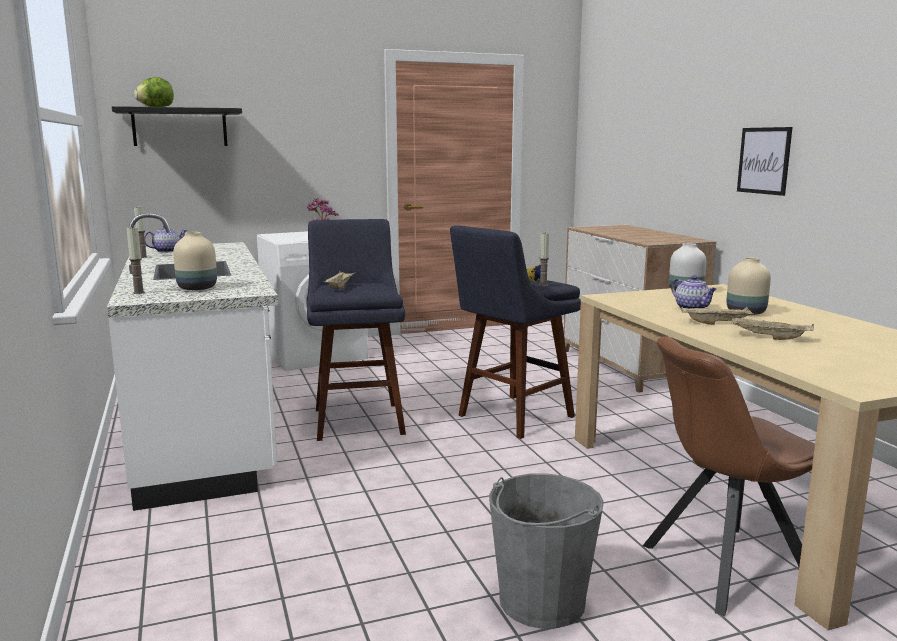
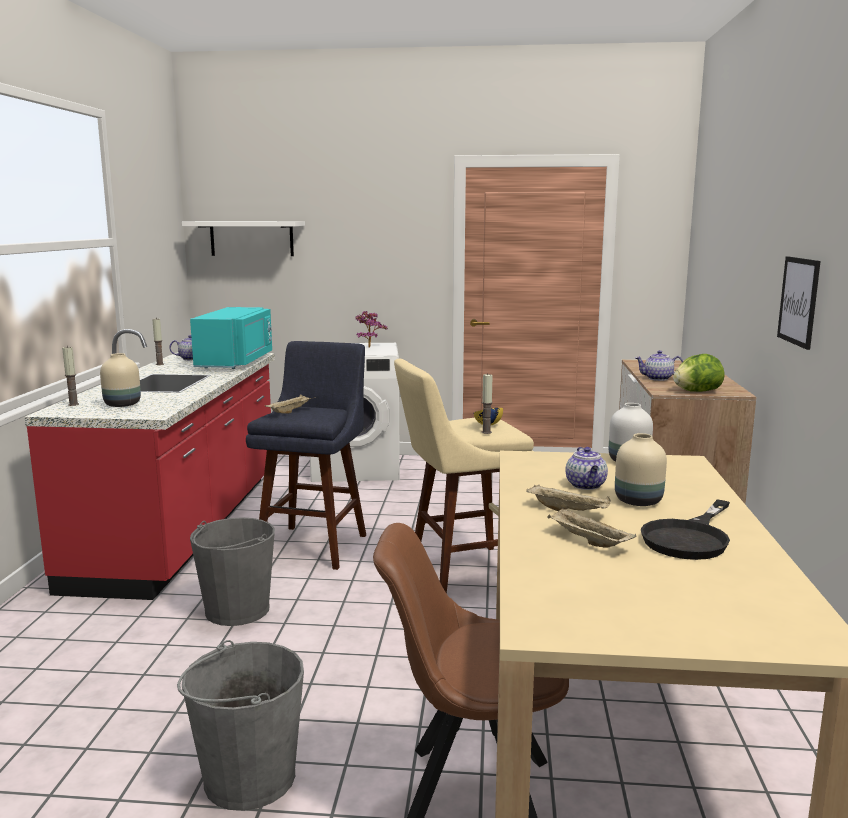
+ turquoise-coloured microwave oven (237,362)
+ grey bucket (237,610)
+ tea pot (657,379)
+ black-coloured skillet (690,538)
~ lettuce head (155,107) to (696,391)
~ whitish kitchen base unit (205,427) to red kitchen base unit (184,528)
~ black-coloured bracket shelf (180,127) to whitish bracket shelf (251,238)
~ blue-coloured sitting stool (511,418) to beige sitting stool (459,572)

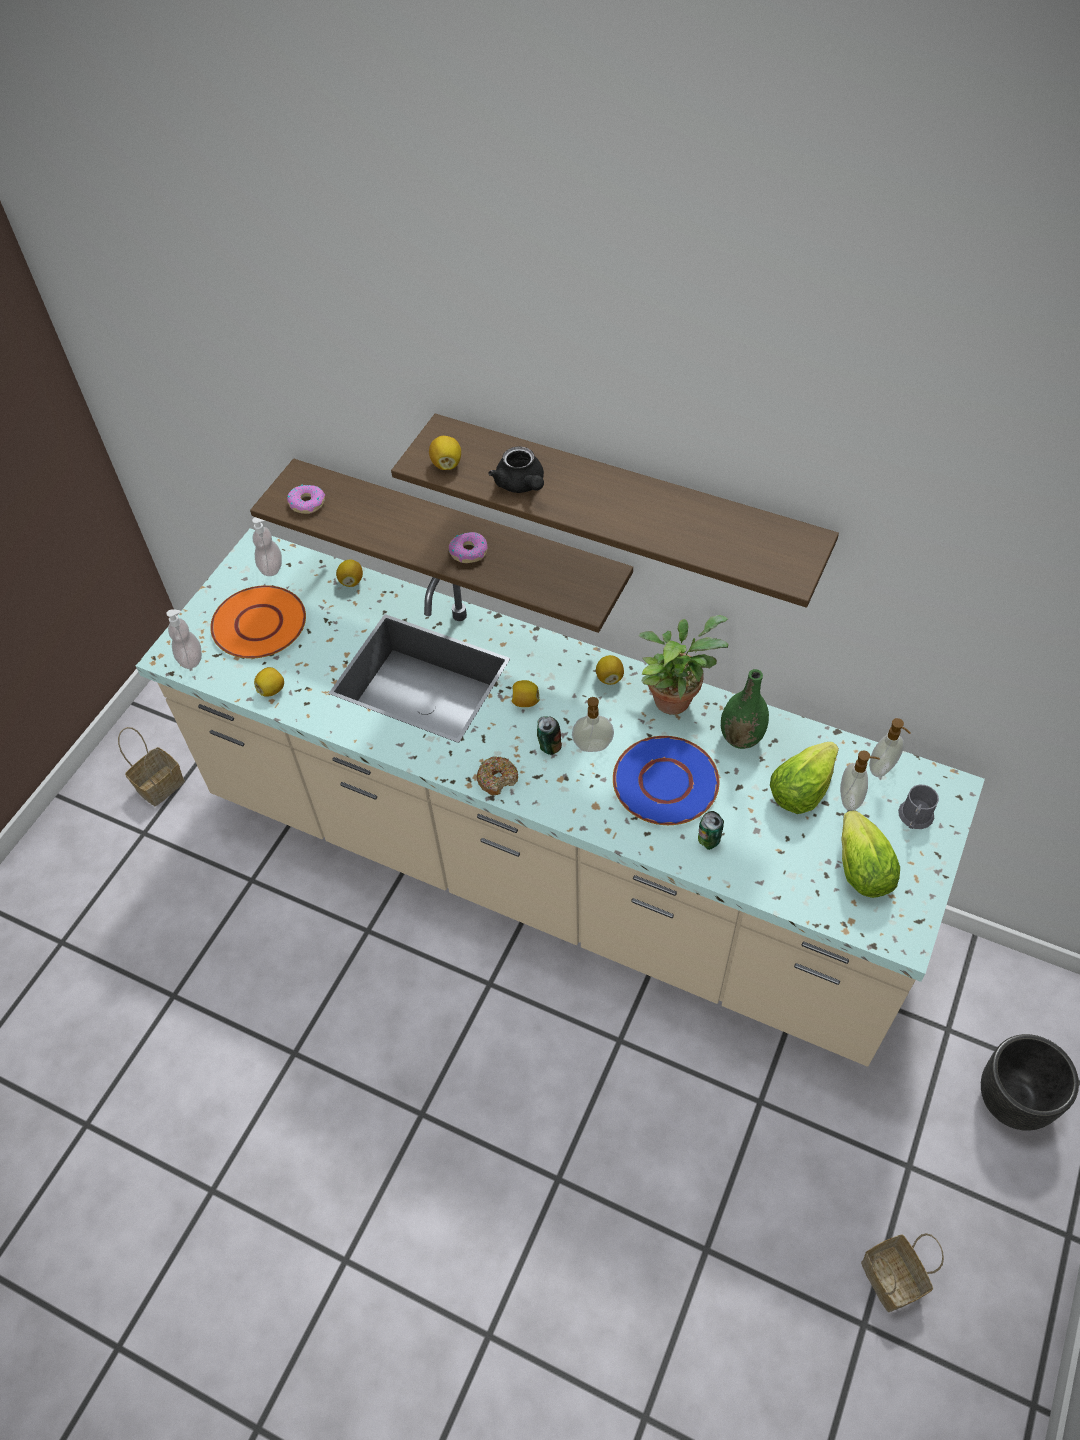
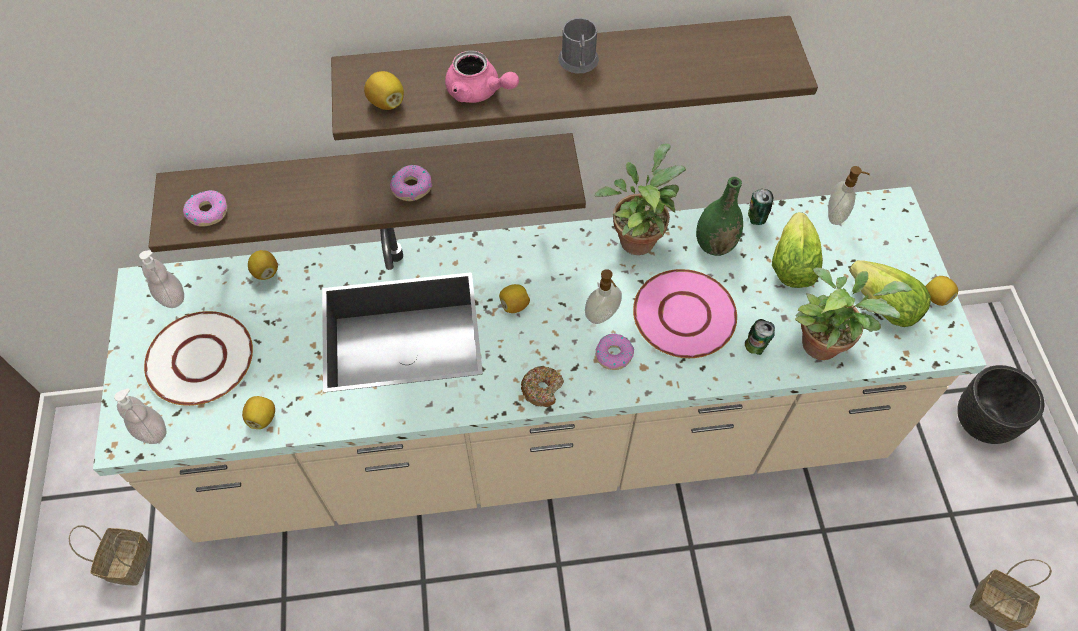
- soap dispenser (850,799)
+ donut (613,354)
+ houseplant (824,341)
~ sealed can (549,746) to (756,218)
~ lemon (609,677) to (936,297)
~ grey coffee mug (914,818) to (579,63)
~ orangey flat dish (260,624) to whitish flat dish (201,359)
~ black-coloured tea pot (521,485) to pinkish tea pot (479,92)
~ blue-coloured flat dish (666,782) to pinkish flat dish (685,315)

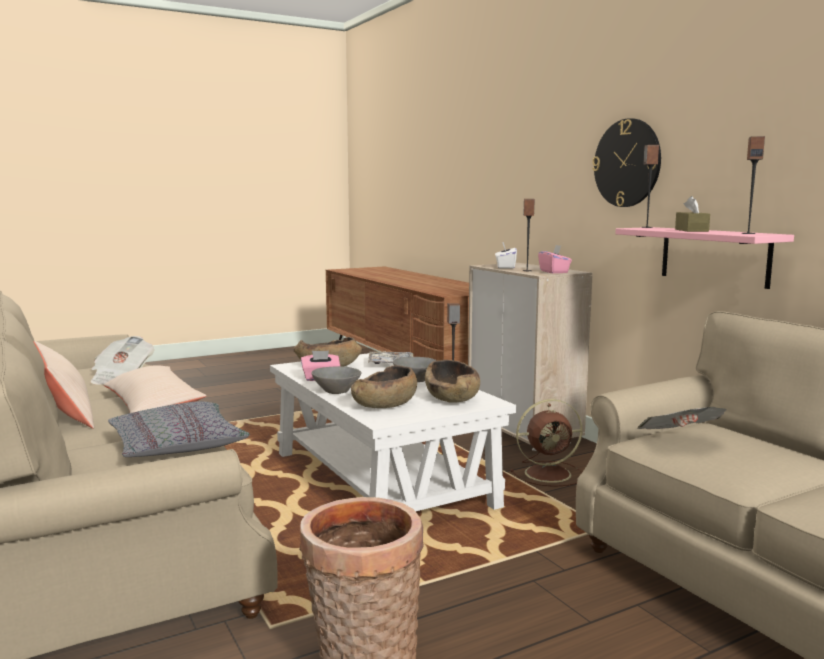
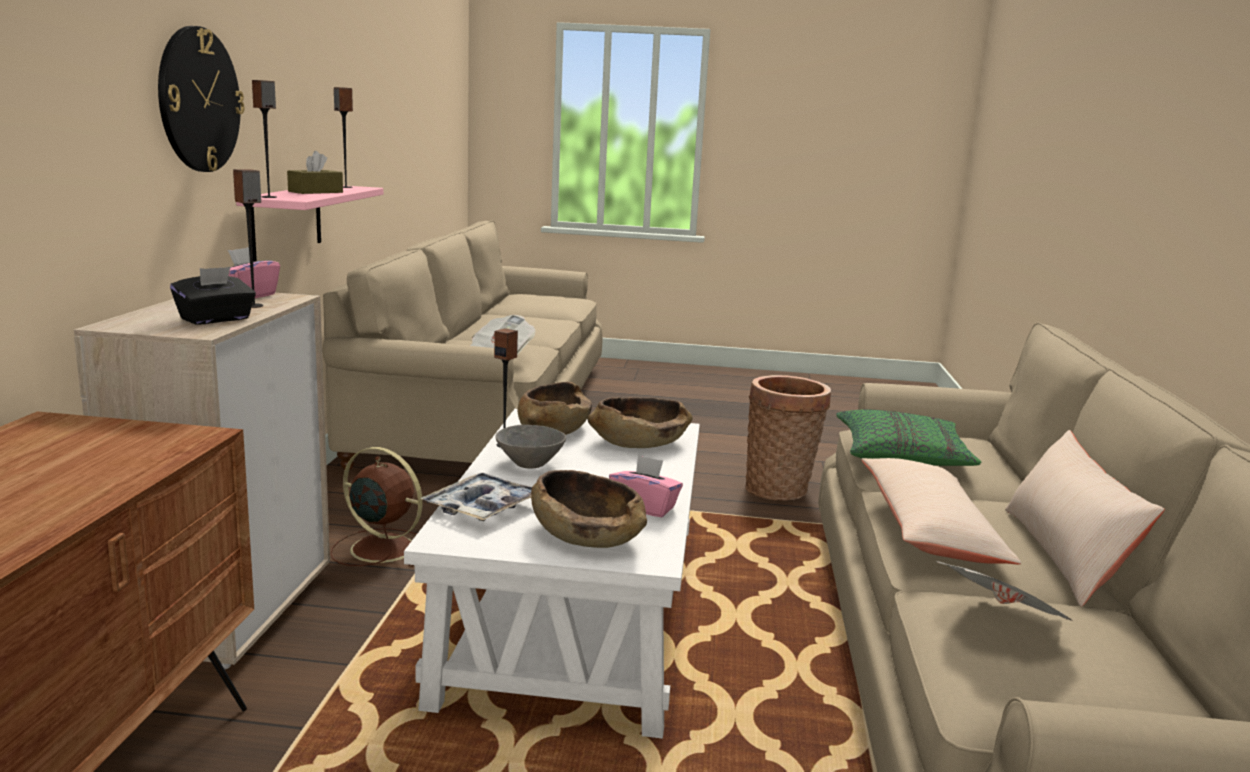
- grey deep dish (337,392)
~ grey pillow (176,445) to green-coloured pillow (902,456)
~ whitish box of tissues (505,267) to black-coloured box of tissues (216,319)

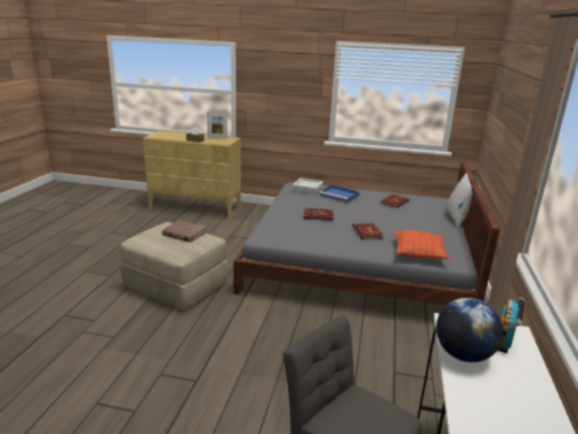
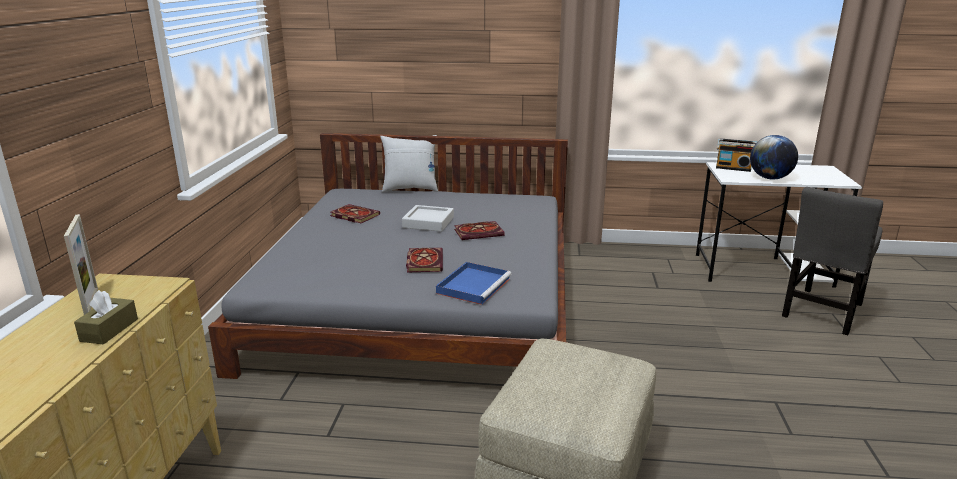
- brownish bound book (184,233)
- orangey pillow (418,253)
~ grey tray (307,188) to (428,222)
~ blue-coloured tray (340,195) to (474,285)

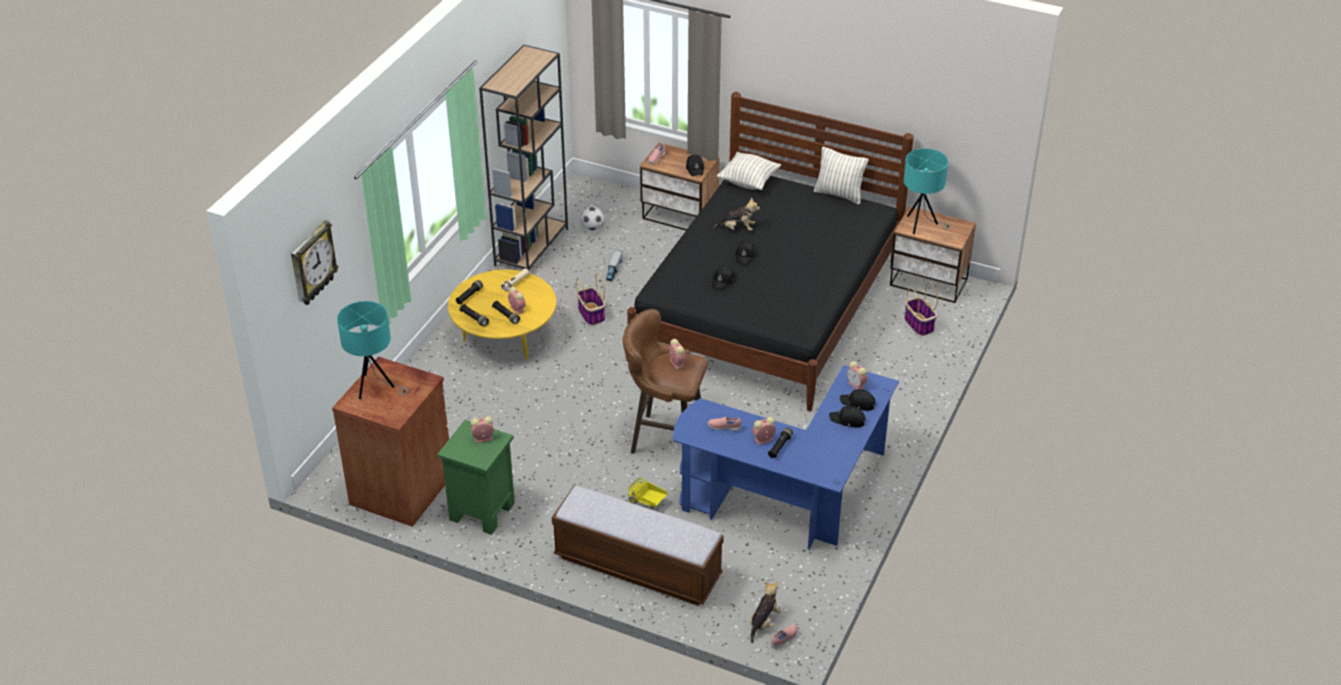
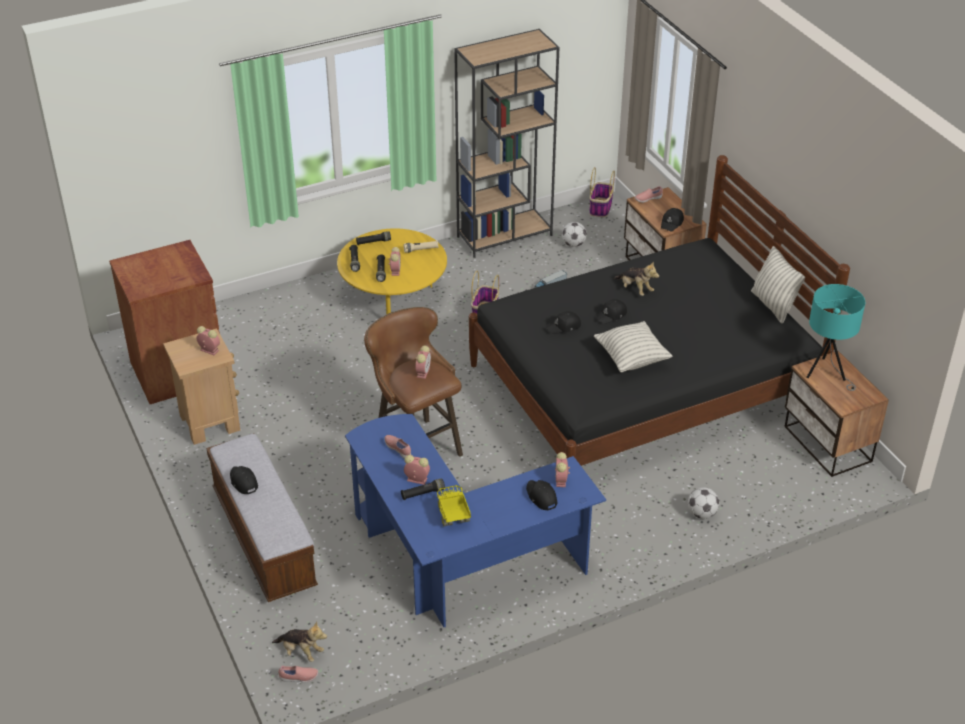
- wall clock (312,263)
- turquoise-coloured table lamp (375,388)
+ ball for football (701,514)
~ toy lorry (647,503) to (453,516)
~ pillow (748,182) to (631,359)
~ black-coloured cap (847,420) to (243,482)
~ storage basket (919,324) to (600,208)
~ green-coloured night table (482,510) to beige night table (210,422)
~ plush toy (764,622) = (301,652) 45 degrees clockwise

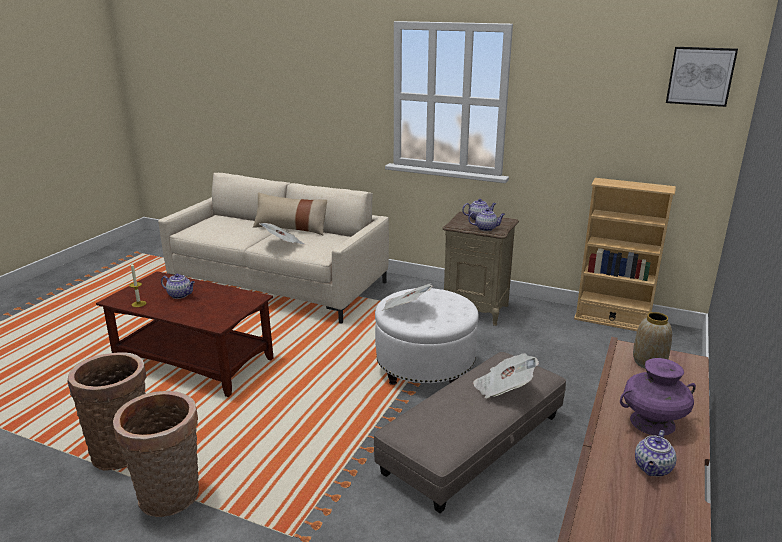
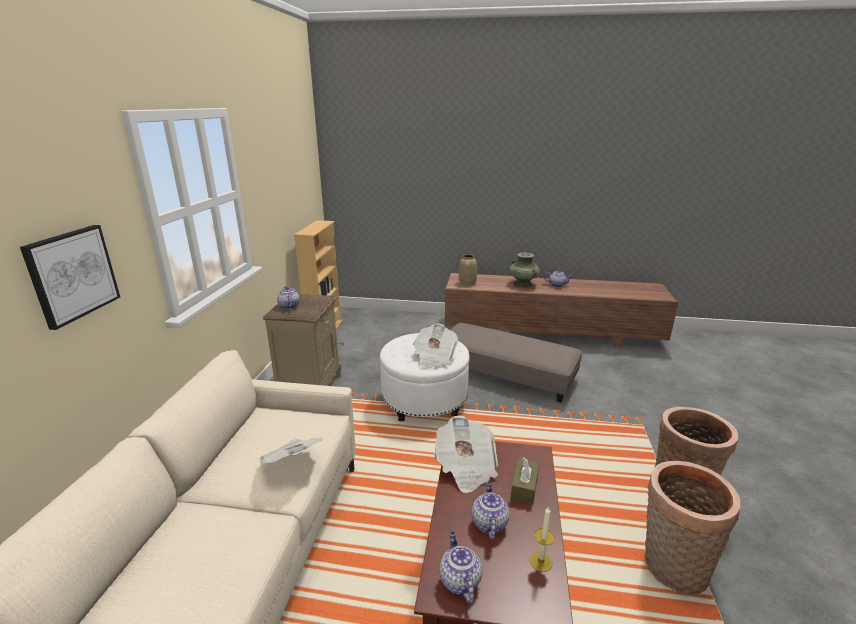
- beige pillow (291,228)
+ brownish box of tissues (524,487)
~ tea pot (486,228) to (459,580)
~ newspaper (503,389) to (465,467)
~ wall picture (700,76) to (72,274)
~ purple decorative vase (652,422) to turquoise-coloured decorative vase (523,284)

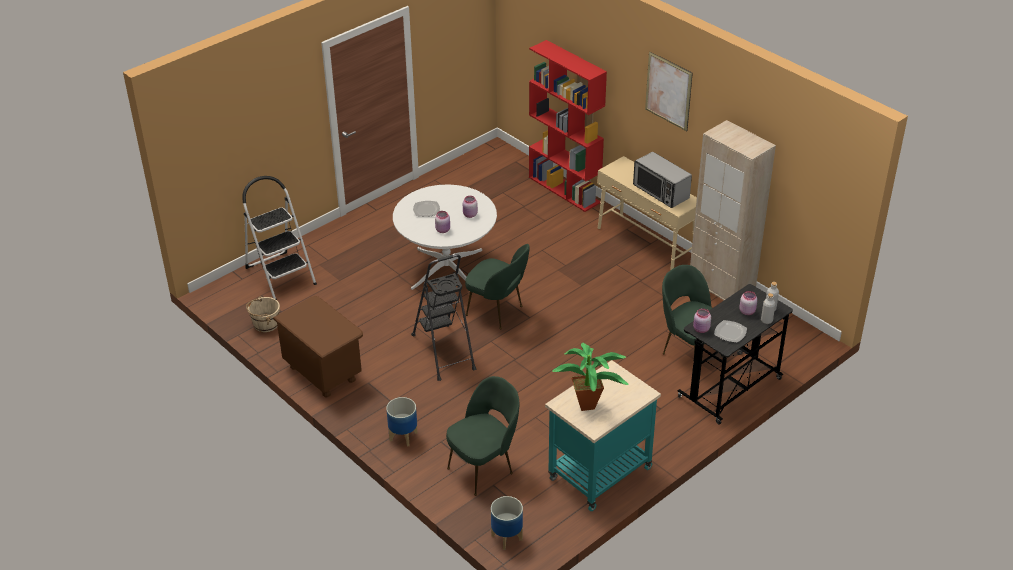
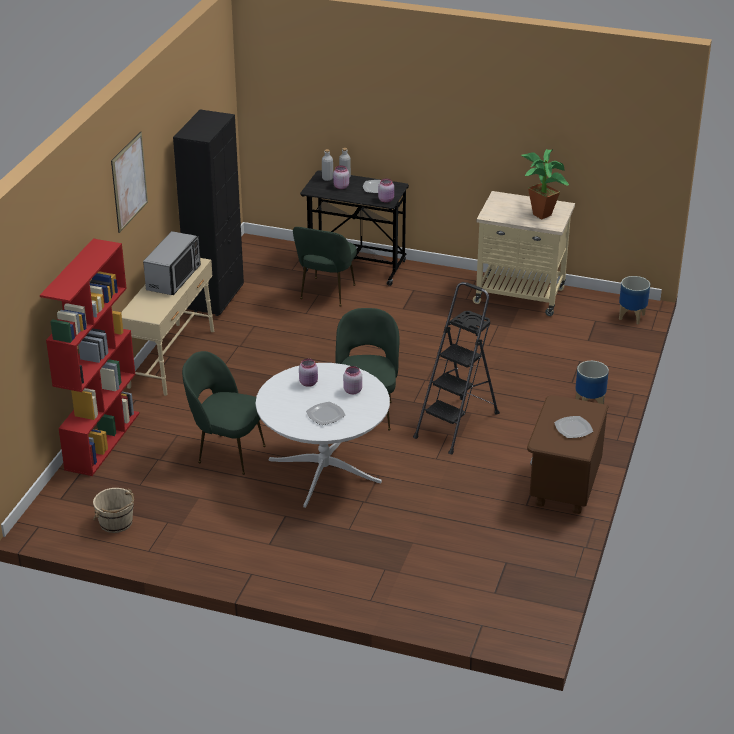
- stepladder (280,275)
+ flat dish (573,429)
~ beige bucket (265,324) to (116,523)
~ green-coloured upright chair (484,469) to (226,453)
~ turquoise-coloured wheeled cart (600,475) to beige wheeled cart (520,296)
~ beige storage cabinet (721,289) to black-coloured storage cabinet (216,300)

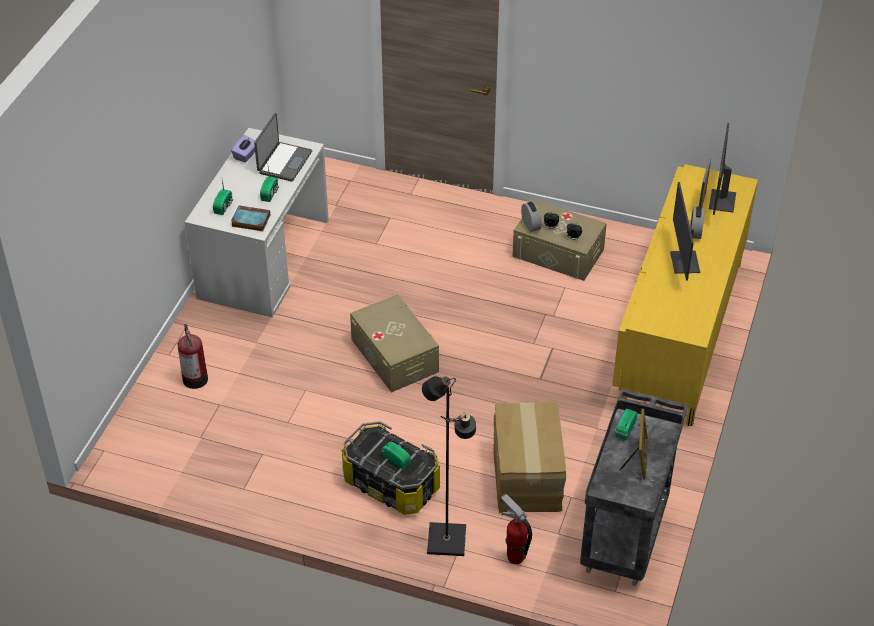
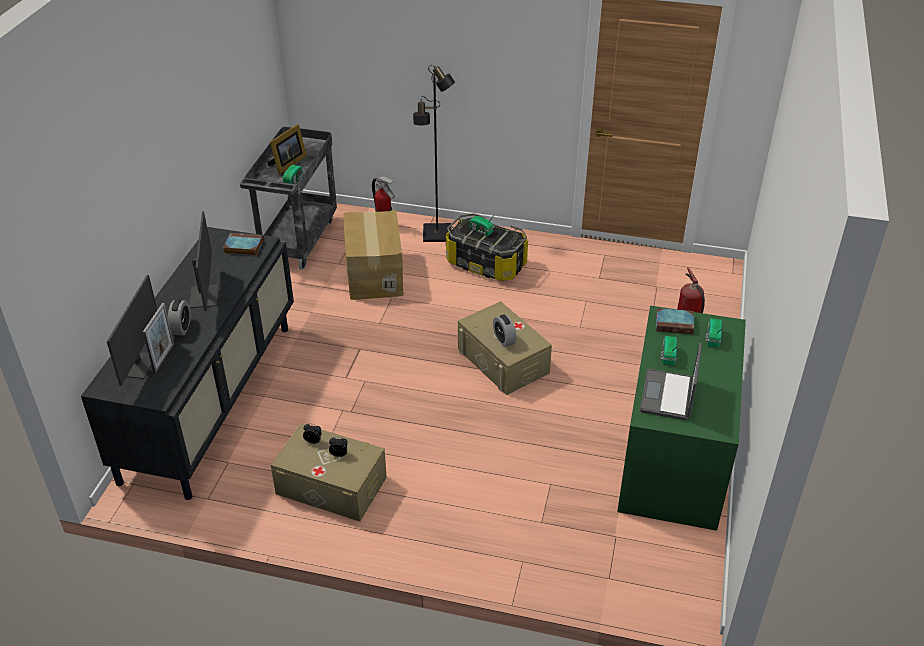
- purple box of tissues (245,155)
+ bound book (242,247)
~ alarm clock (530,225) to (504,339)
~ whitish desk unit (264,258) to green-coloured desk unit (674,455)
~ yellow-coloured storage cabinet (678,332) to black-coloured storage cabinet (212,401)
~ standing frame (638,459) = (287,164) 150 degrees counterclockwise

